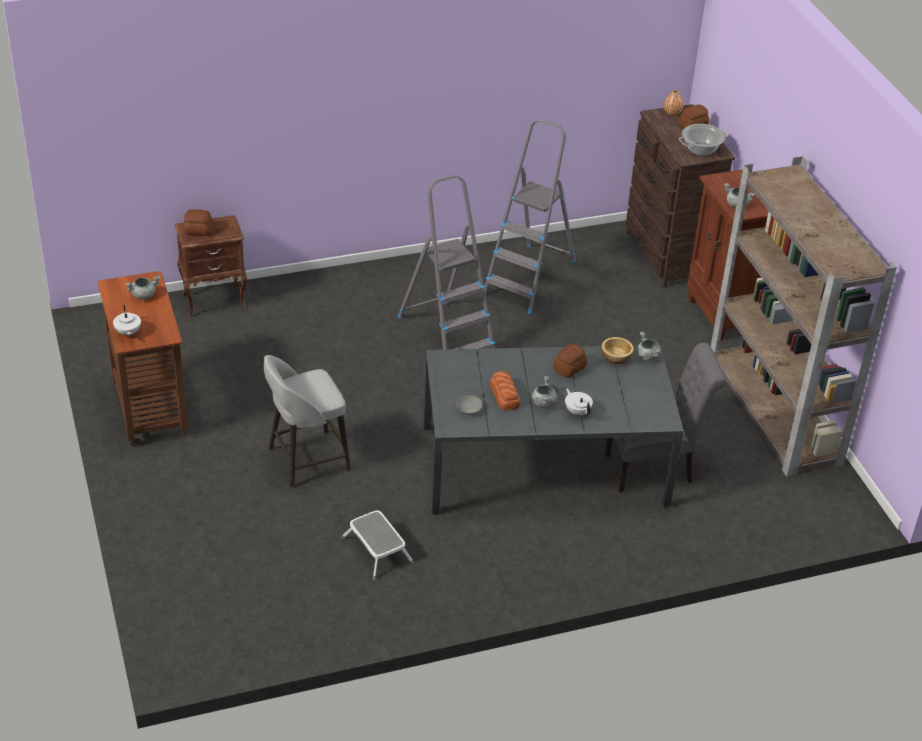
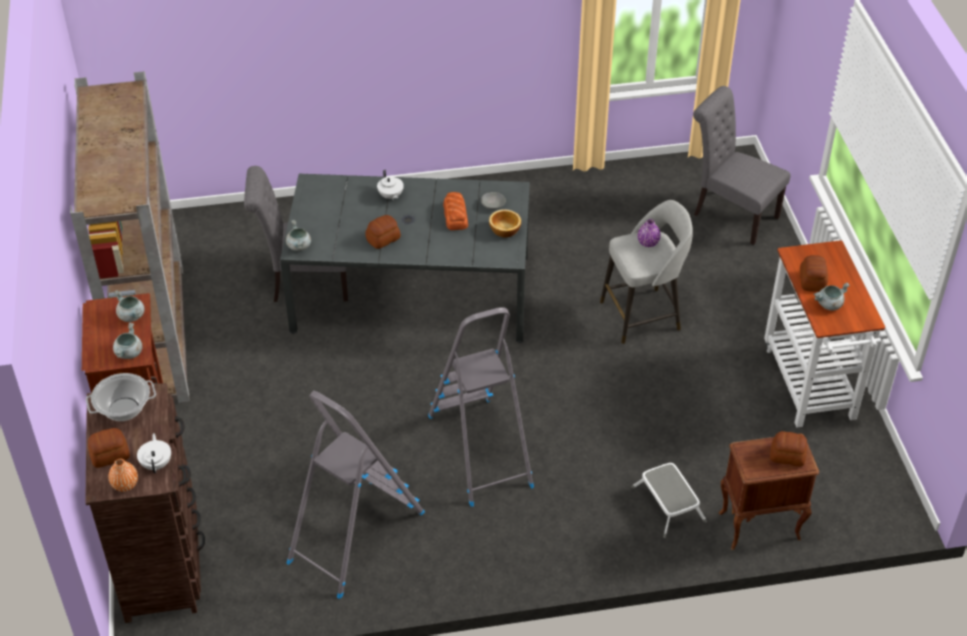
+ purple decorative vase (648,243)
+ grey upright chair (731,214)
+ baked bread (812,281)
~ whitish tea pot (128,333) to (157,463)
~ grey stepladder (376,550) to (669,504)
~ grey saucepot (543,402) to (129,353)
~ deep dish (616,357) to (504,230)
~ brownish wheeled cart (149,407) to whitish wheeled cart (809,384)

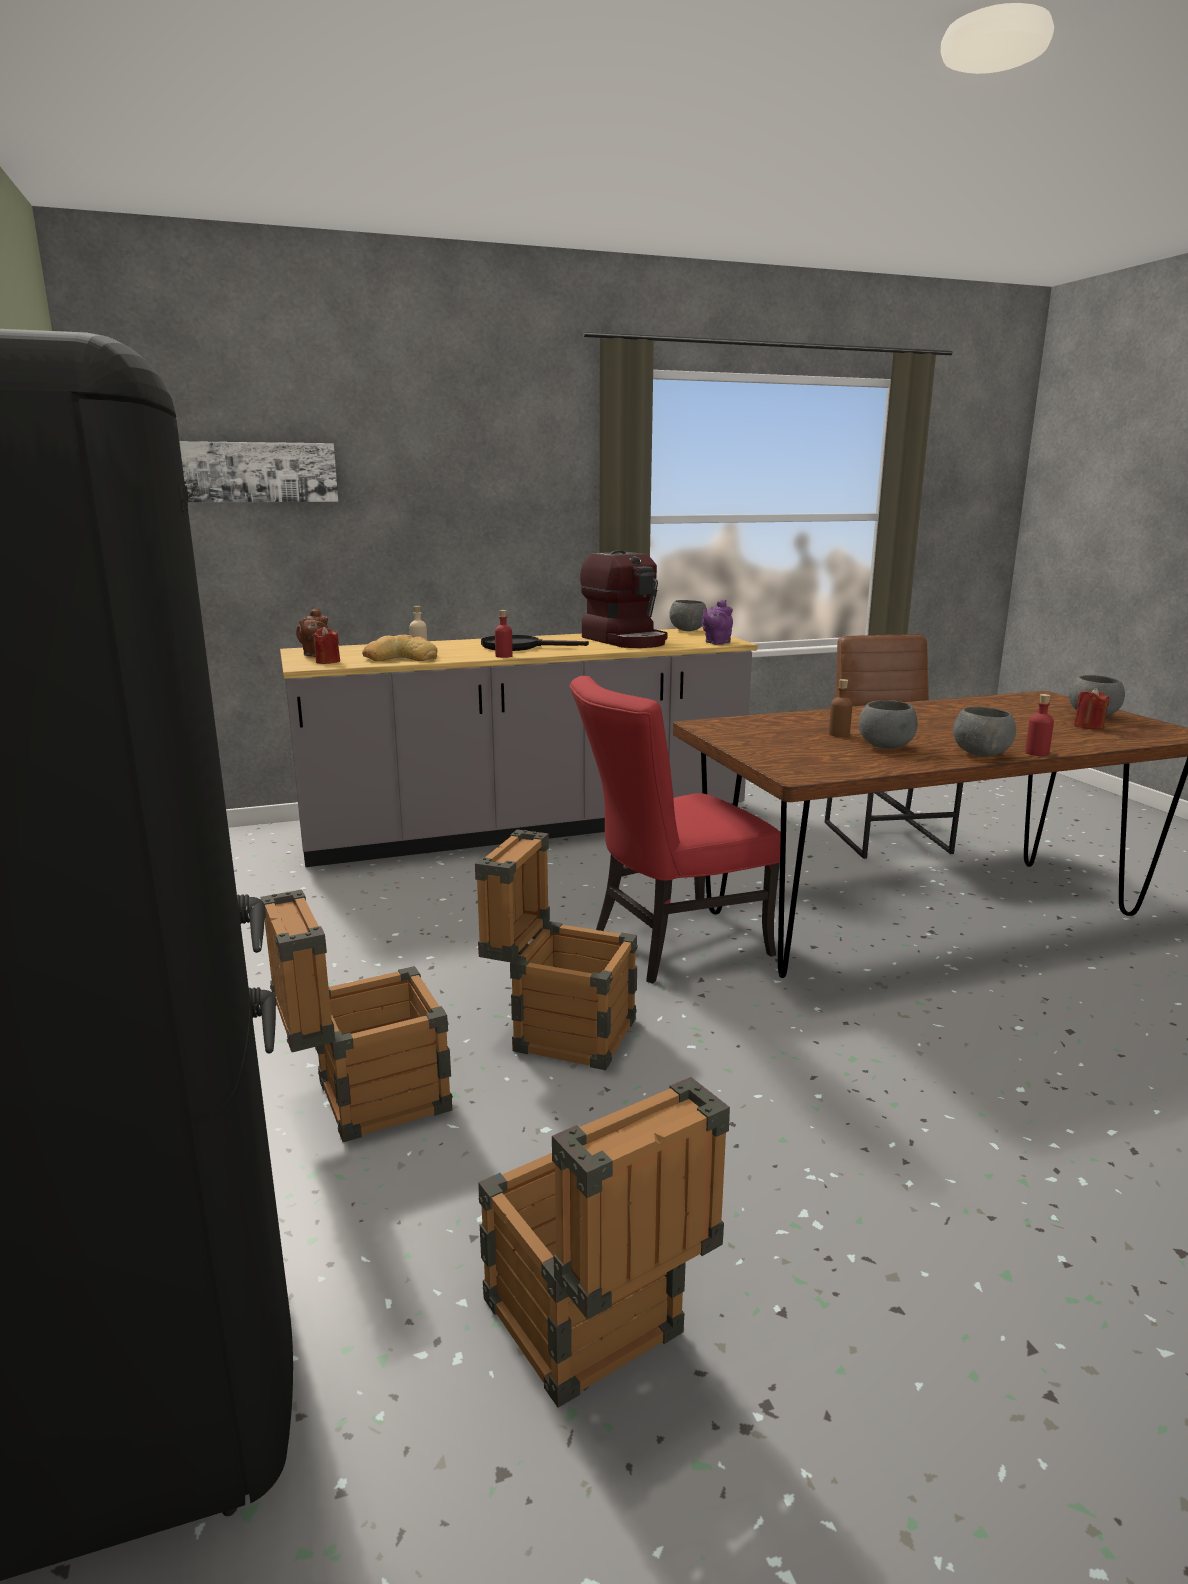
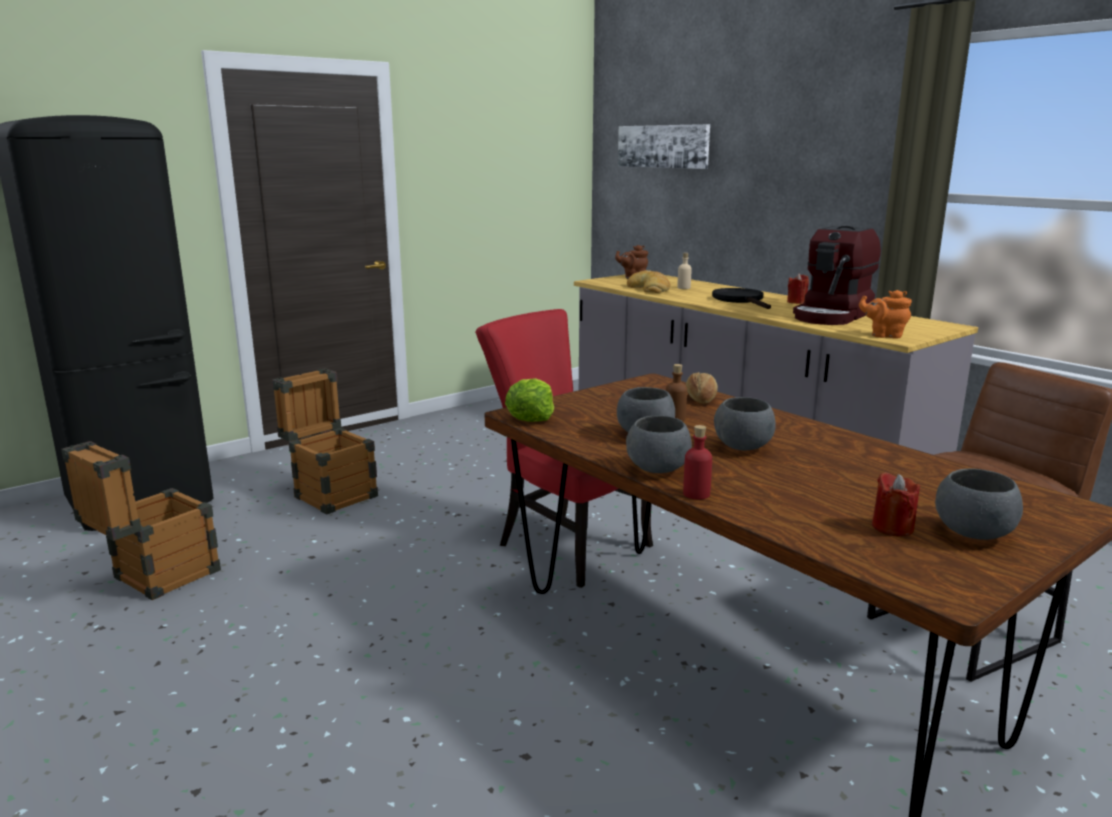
- packing crate (560,1031)
- red drink bottle (504,656)
+ lettuce head (531,416)
+ baked bread (700,398)
~ red wax candle (328,662) to (797,302)
~ grey deep dish (687,630) to (742,447)
~ purple tea pot (716,642) to orangey tea pot (884,335)

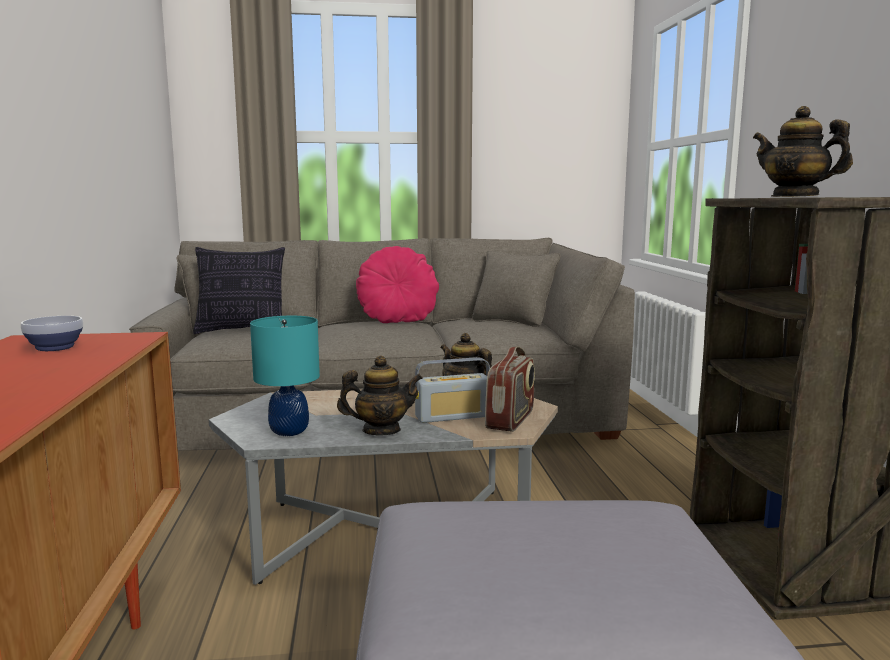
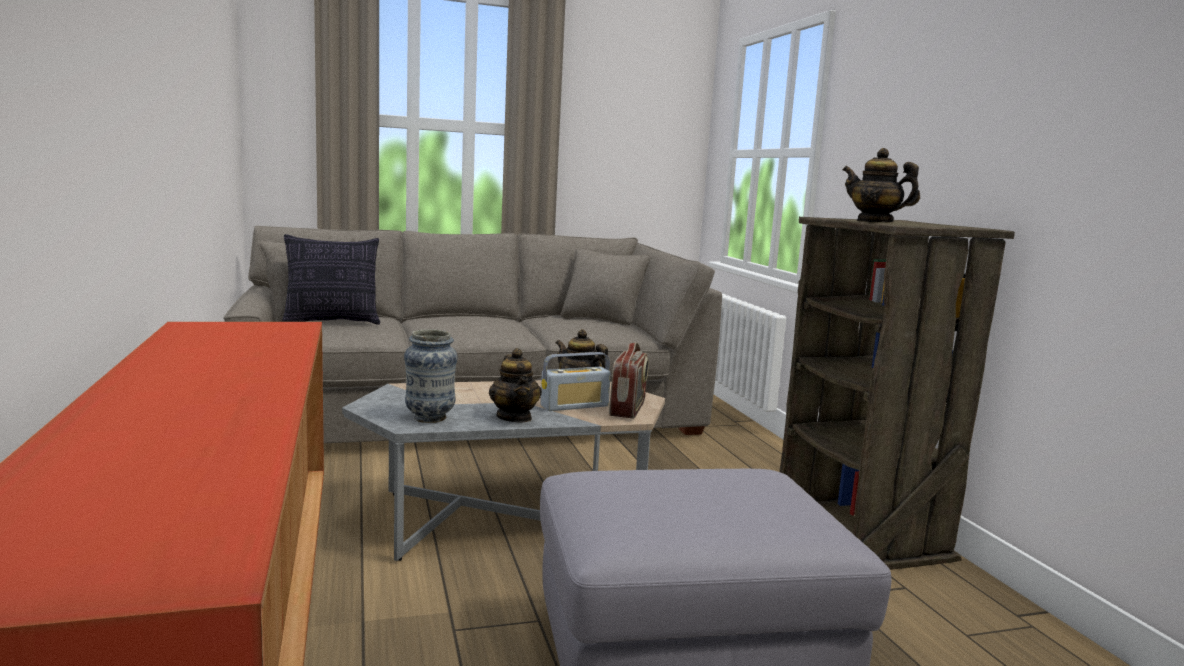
- deep dish (54,347)
- pinkish pillow (398,321)
~ turquoise-coloured table lamp (290,431) to decorative vase (430,418)
~ tea pot (381,430) = (514,417) 90 degrees clockwise

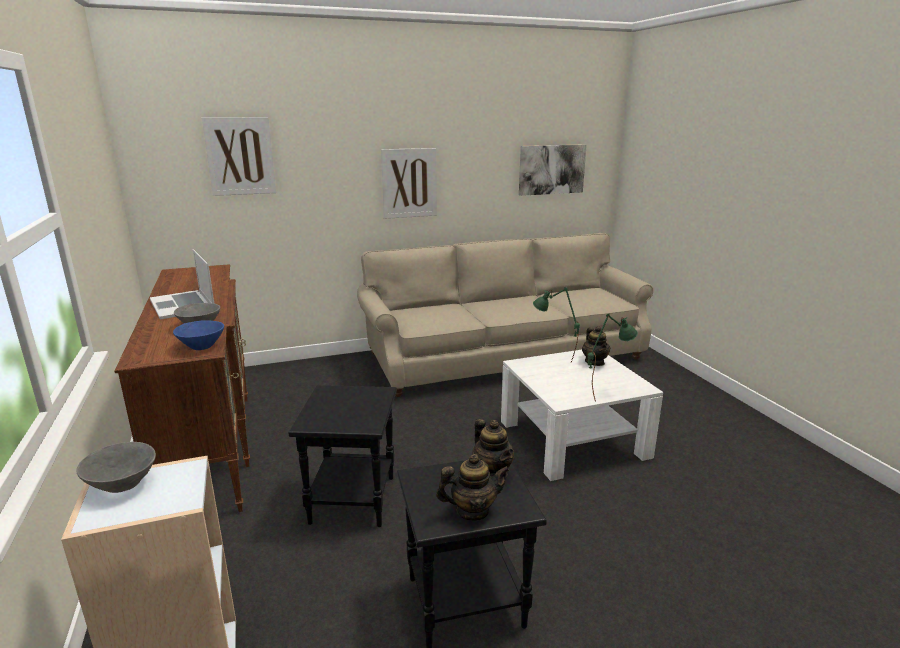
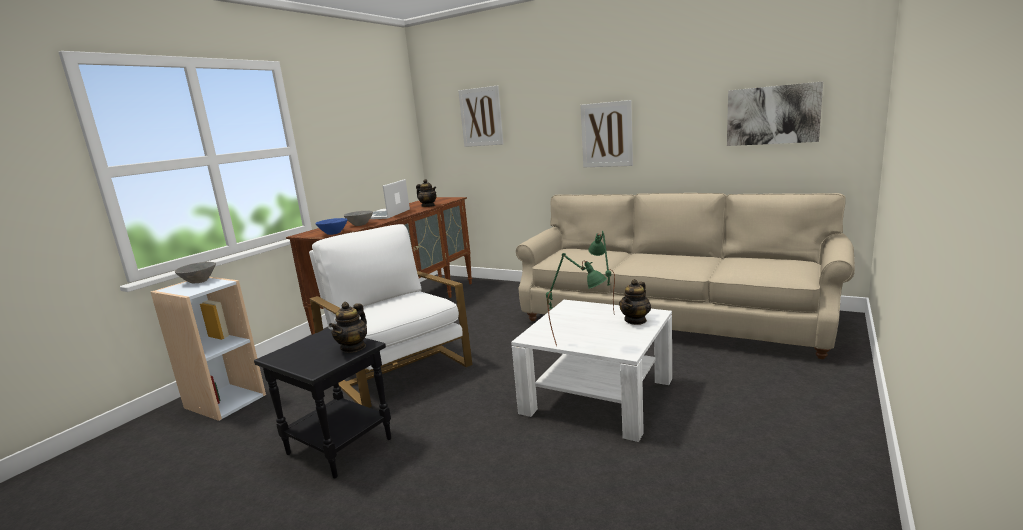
~ tea pot (472,511) to (428,206)
~ black-coloured end table (351,499) to whitish lounge chair (397,367)

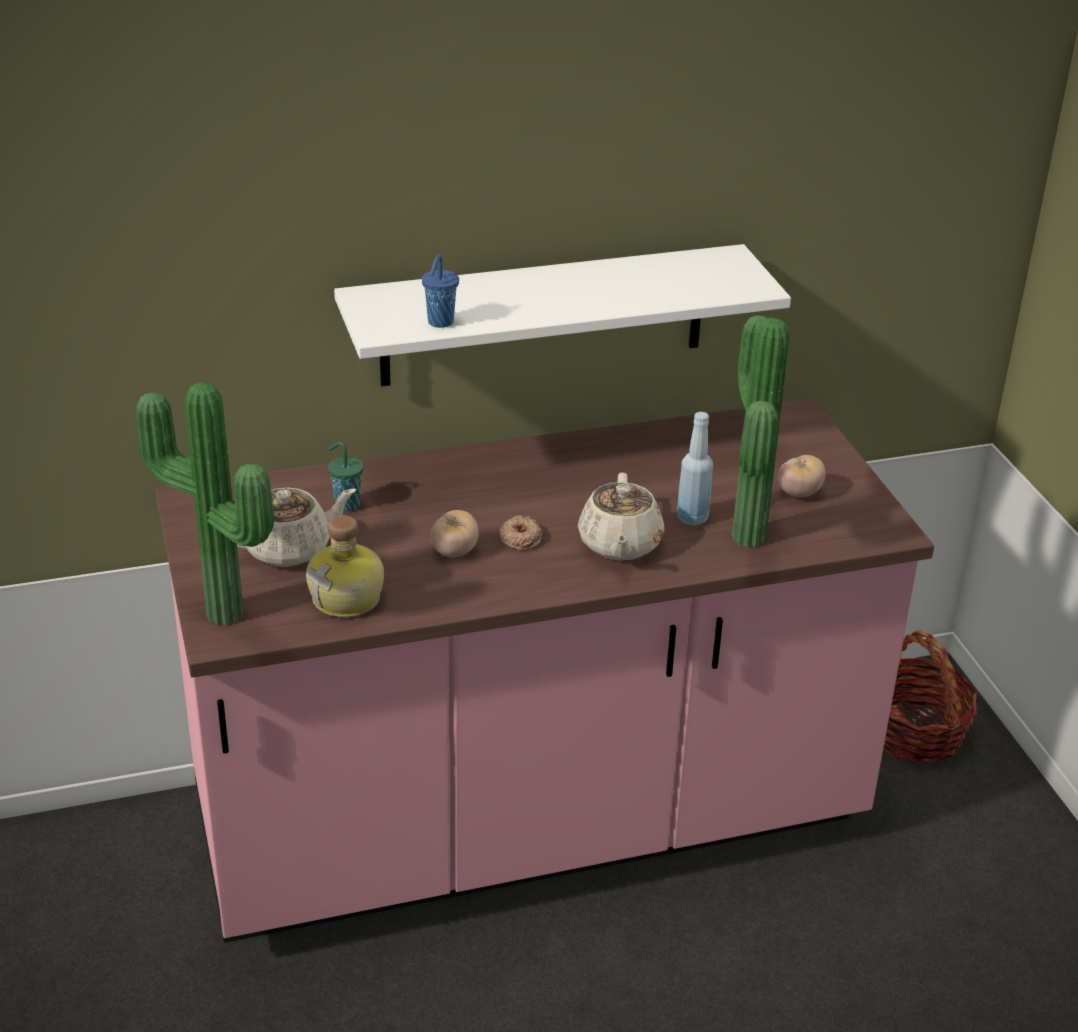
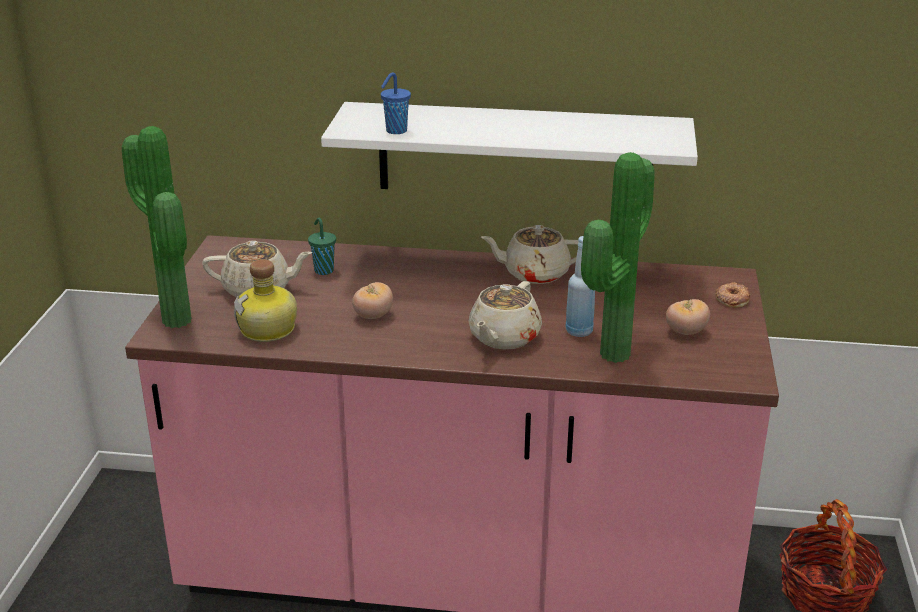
+ beige tea pot (534,273)
~ donut (520,537) to (732,299)

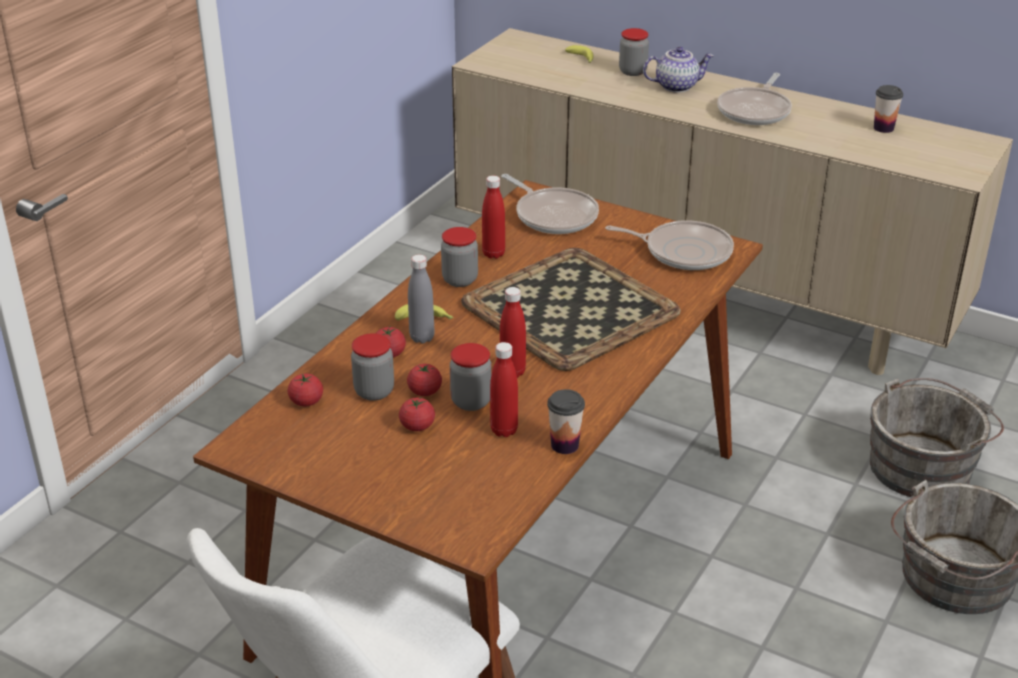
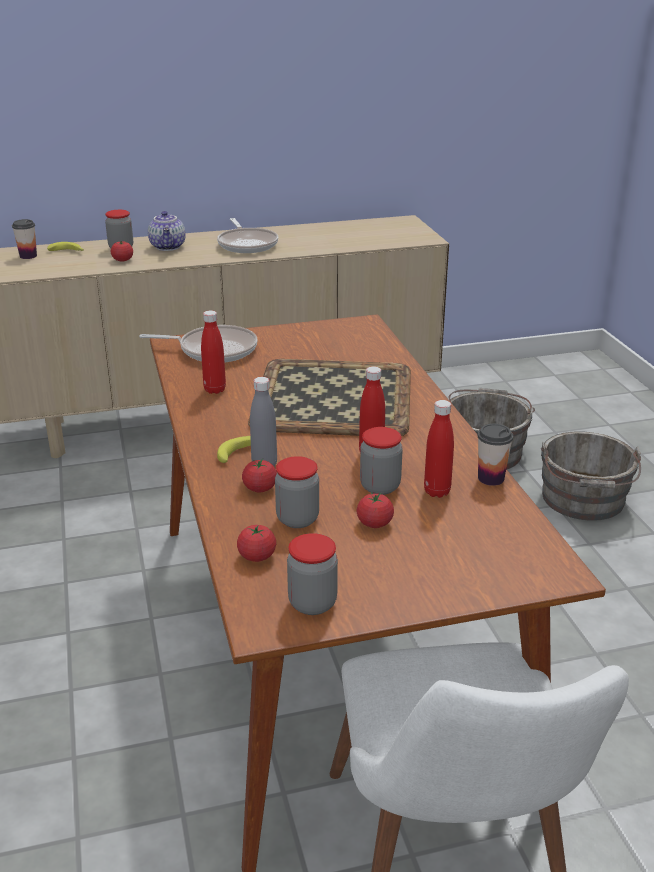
- skillet (683,251)
~ fresh tomato (425,391) to (122,260)
~ storage jar (460,280) to (312,603)
~ small cup (883,128) to (28,256)
~ tea pot (676,86) = (168,247) 135 degrees clockwise

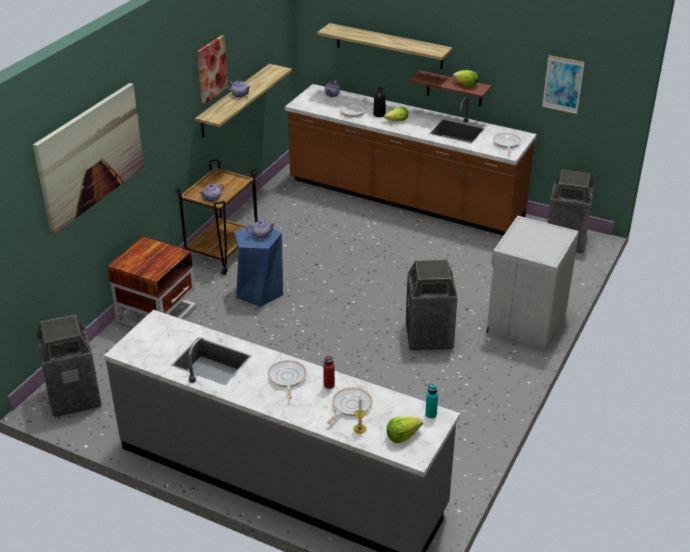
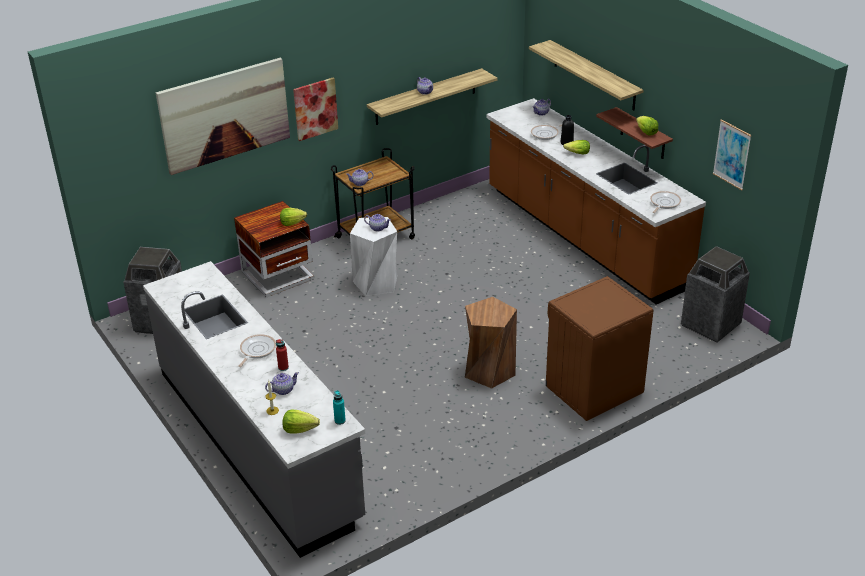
+ lettuce head (292,223)
~ wall picture (211,69) to (315,108)
~ skillet (350,406) to tea pot (283,390)
~ waste bin (429,336) to brownish sitting stool (489,371)
~ blue-coloured sitting stool (259,292) to whitish sitting stool (376,283)
~ whitish washing machine (524,322) to brownish washing machine (592,388)

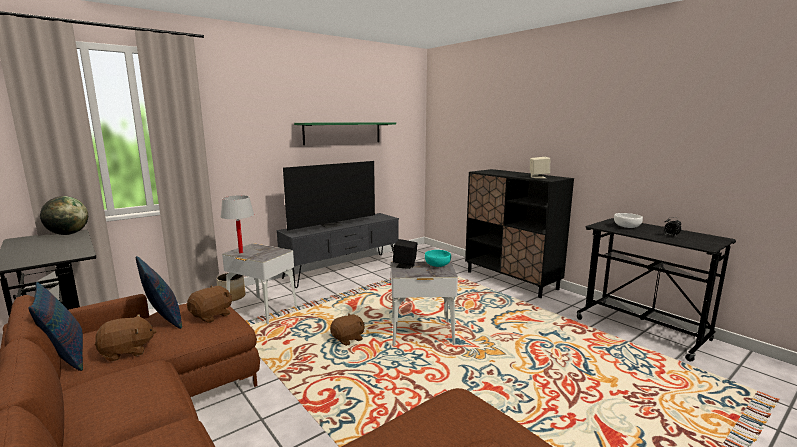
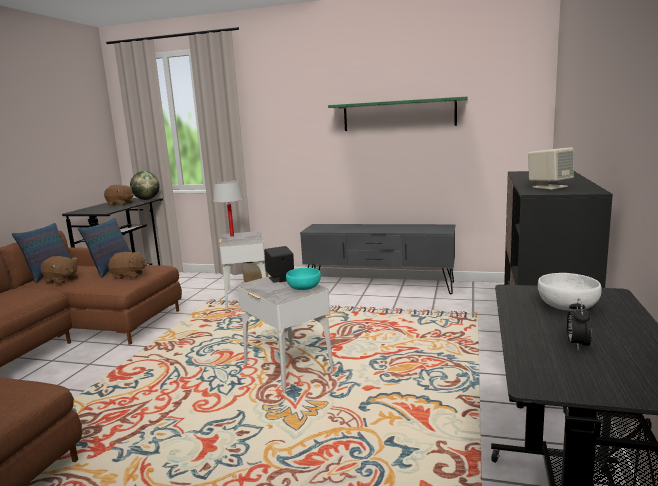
- TV (331,225)
~ brownish plush toy (348,339) to (120,204)

